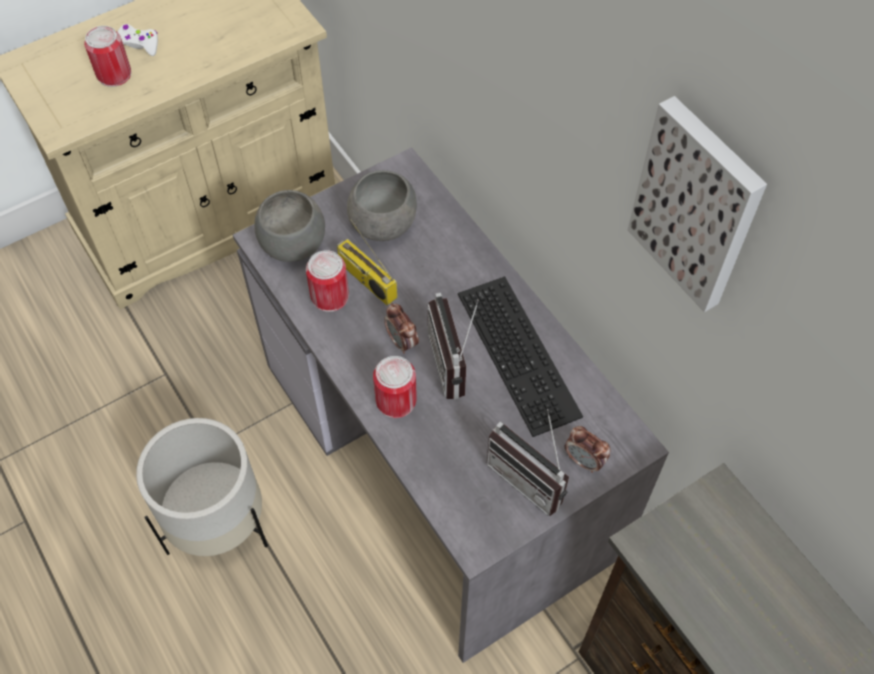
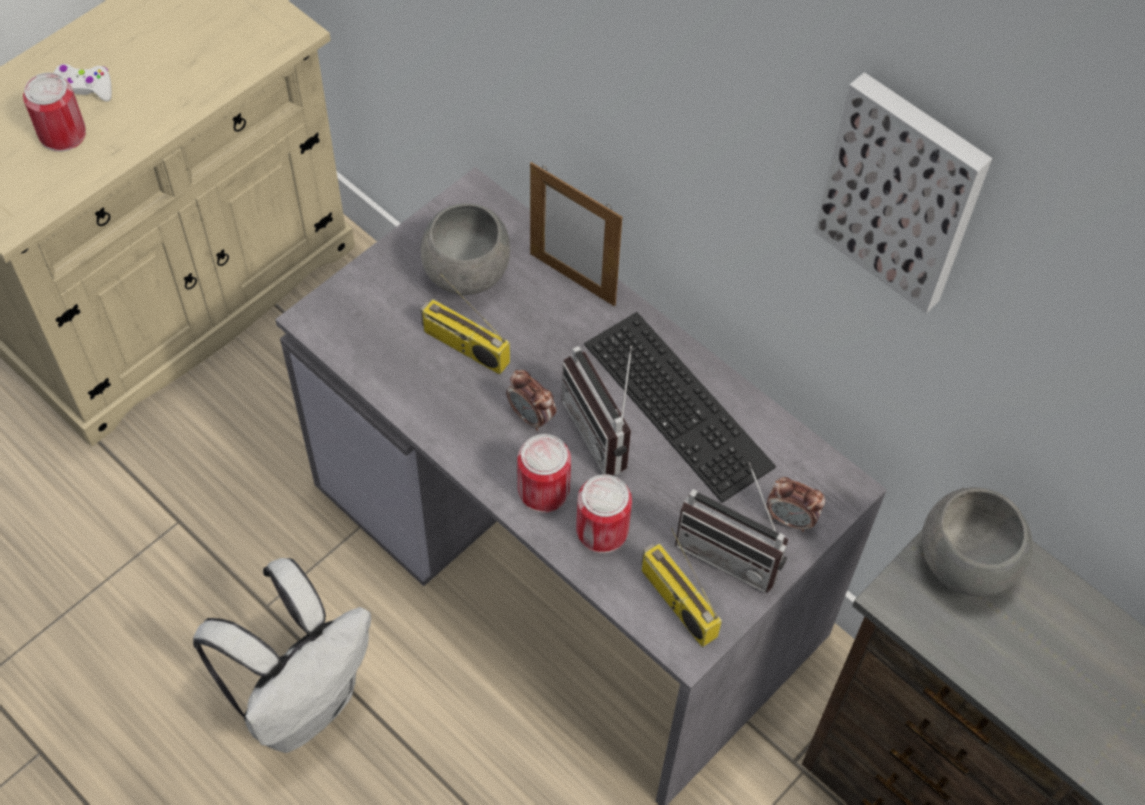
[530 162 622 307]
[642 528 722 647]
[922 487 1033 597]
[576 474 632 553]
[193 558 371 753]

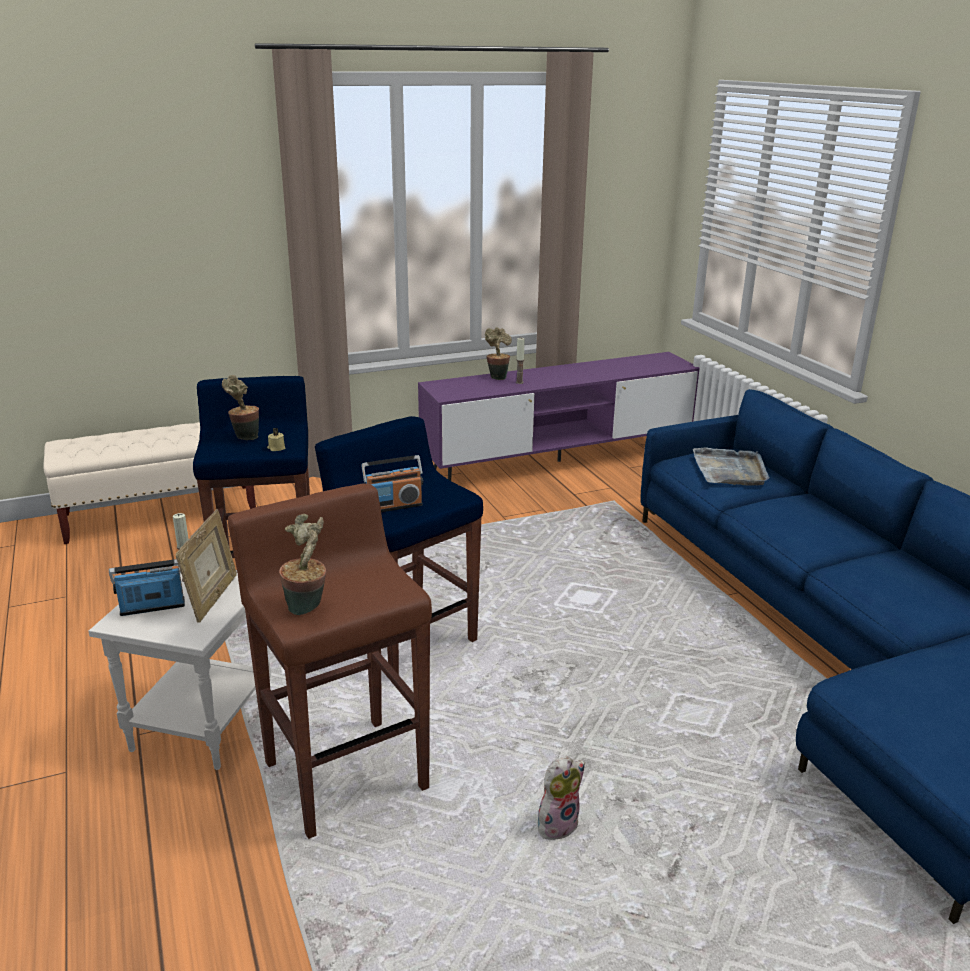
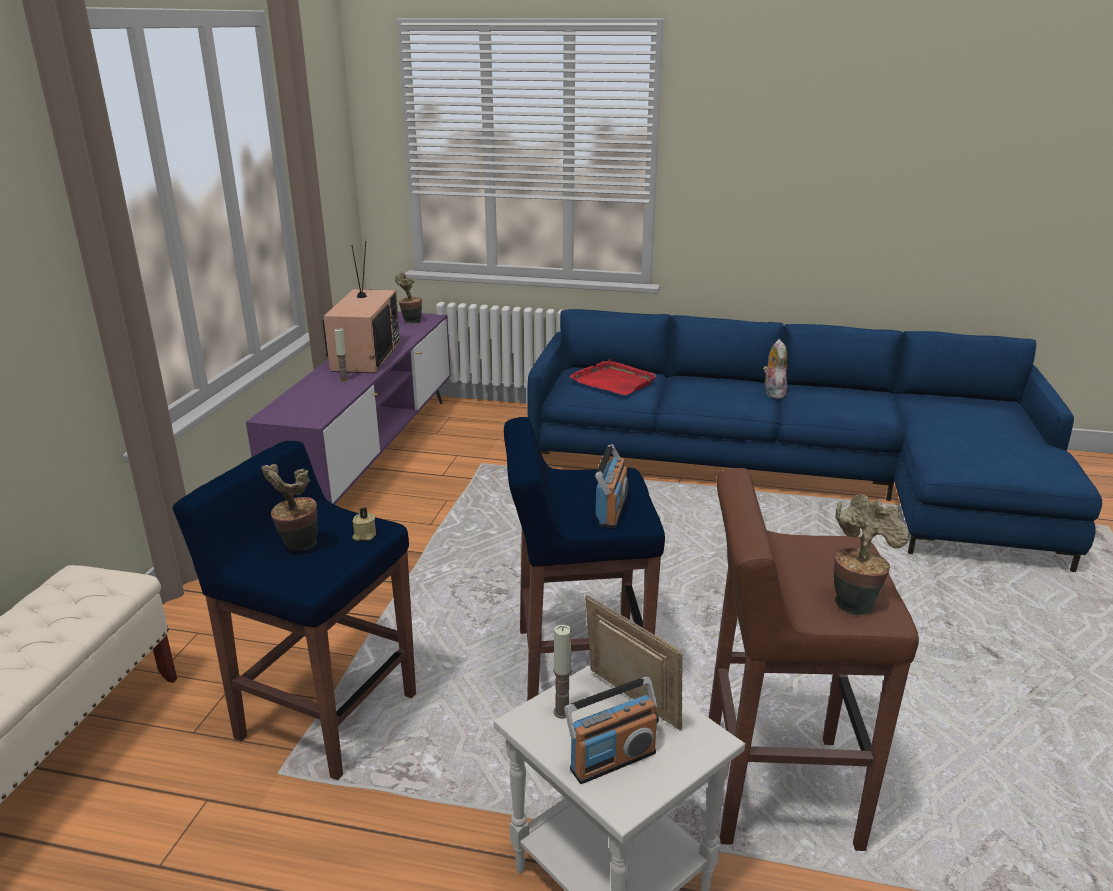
[322 241 400 373]
[395 272 422 324]
[763 339 787 399]
[570 359 657 395]
[564 677 659 784]

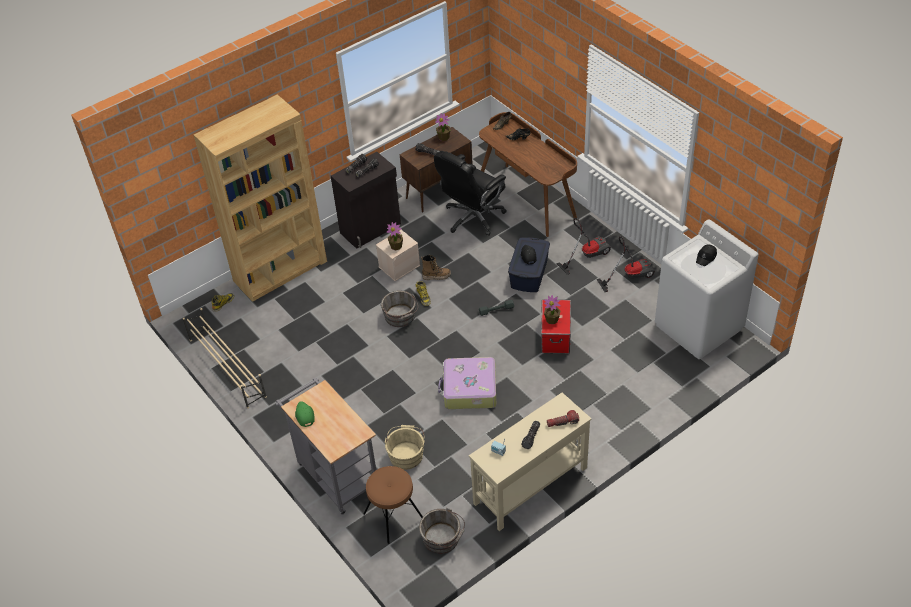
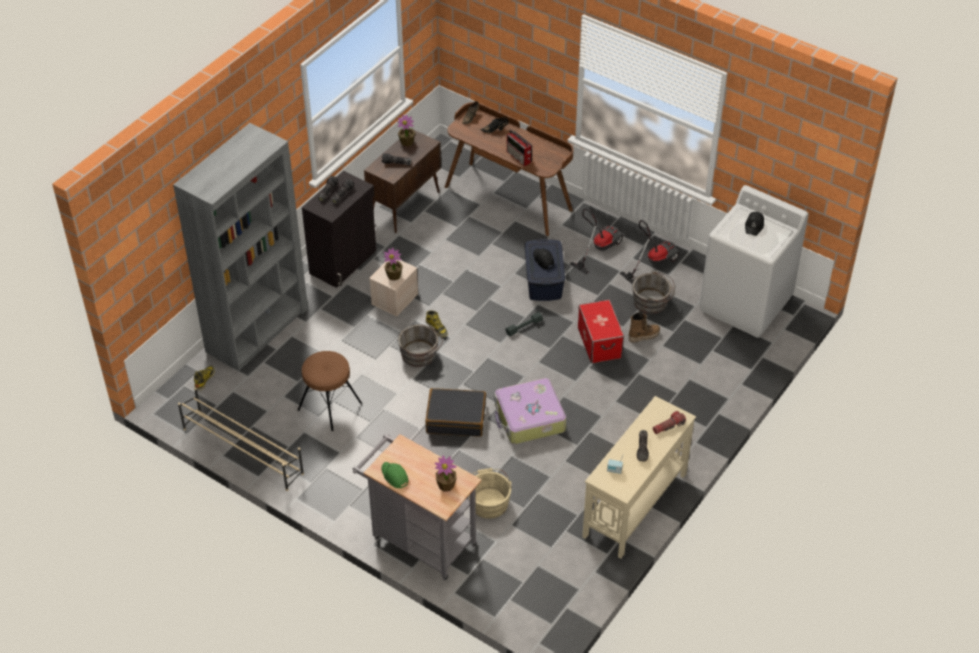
[434 151 507 236] (first image)
[425 388 486 436]
[507 130 532 166]
[298 351 362 431]
[632 271 676 314]
[628 312 660 343]
[434 455 457 492]
[173 123 308 371]

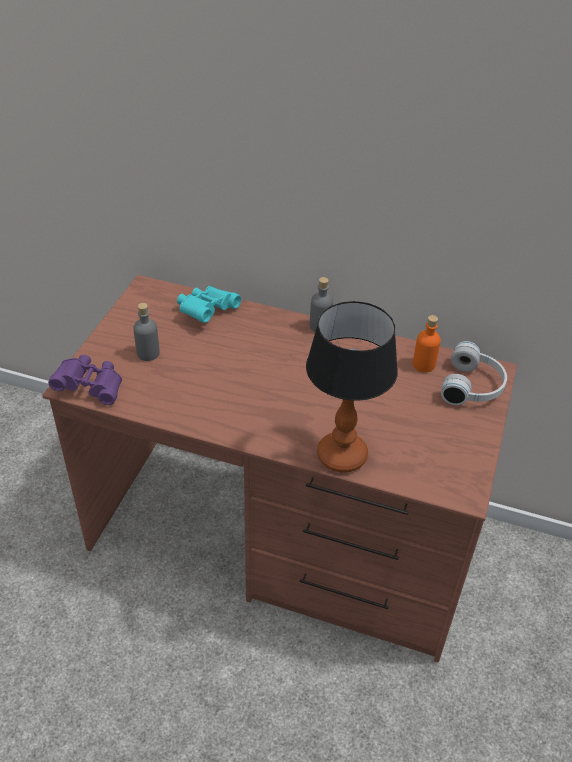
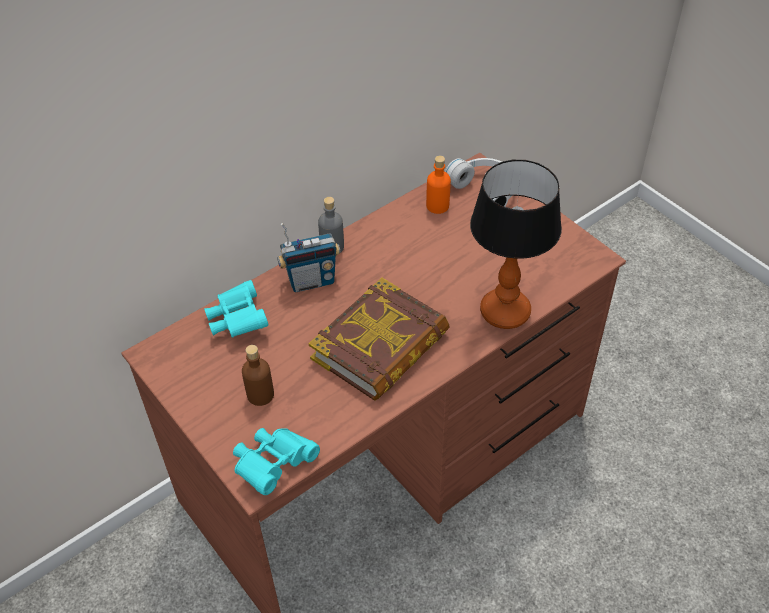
[277 223 340 292]
[308 278 450 401]
[233 428 320 495]
[242 345 274 406]

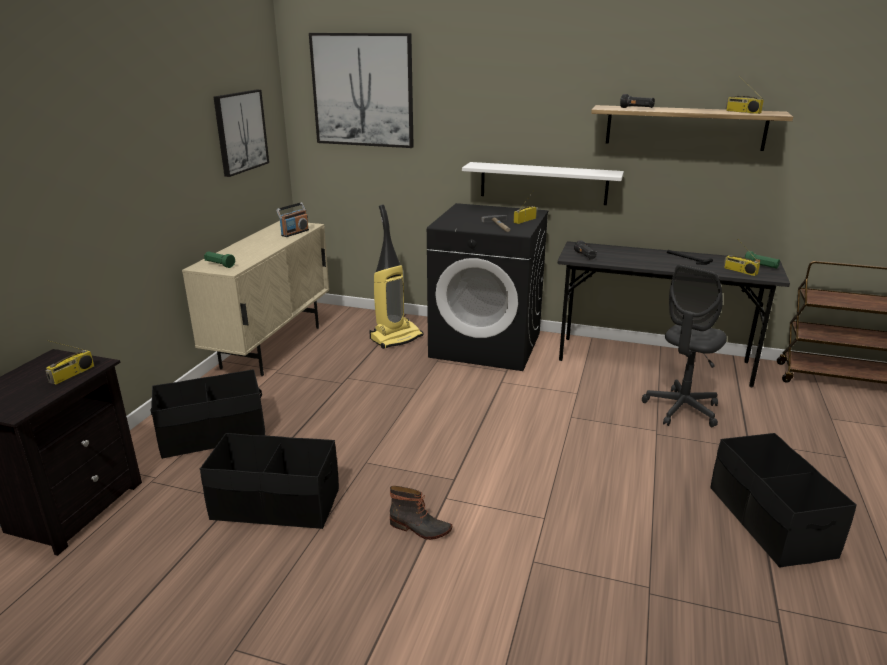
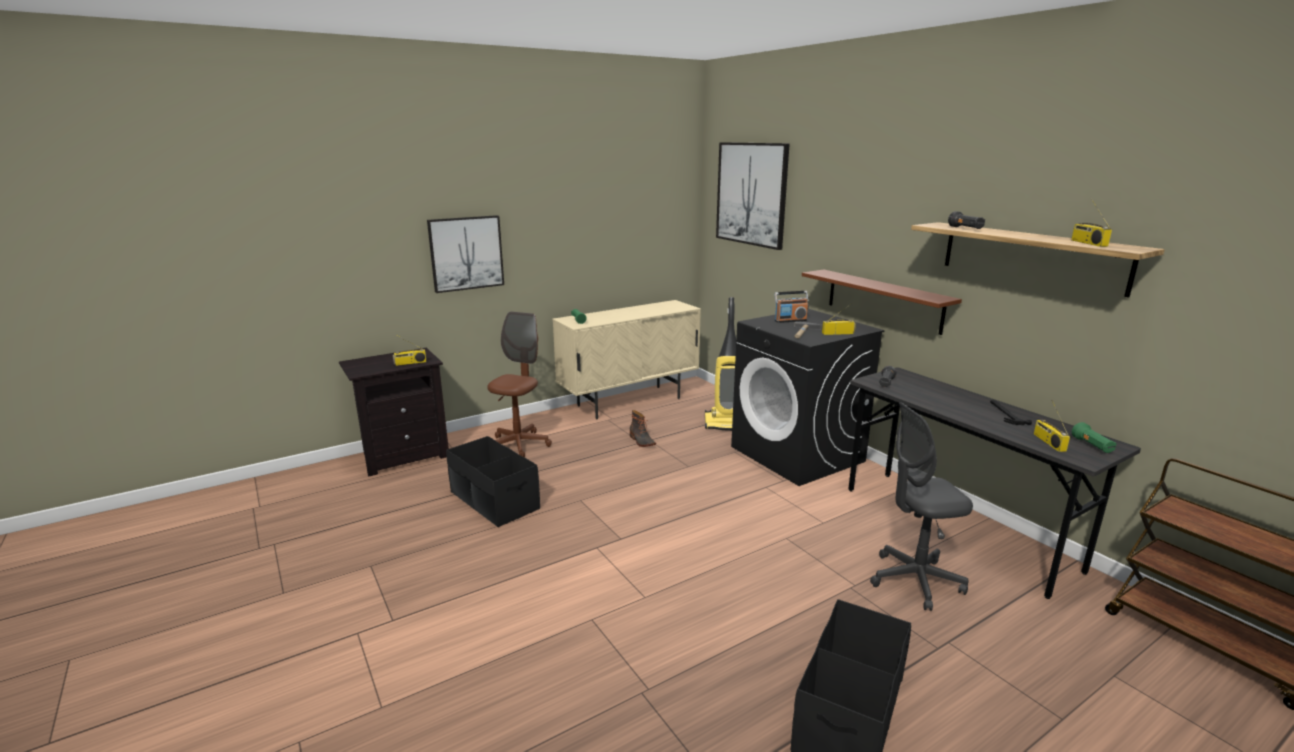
[427 215 504 293]
[774 291 809 323]
[630 410 656 447]
[487 312 552 457]
[802 269 962 335]

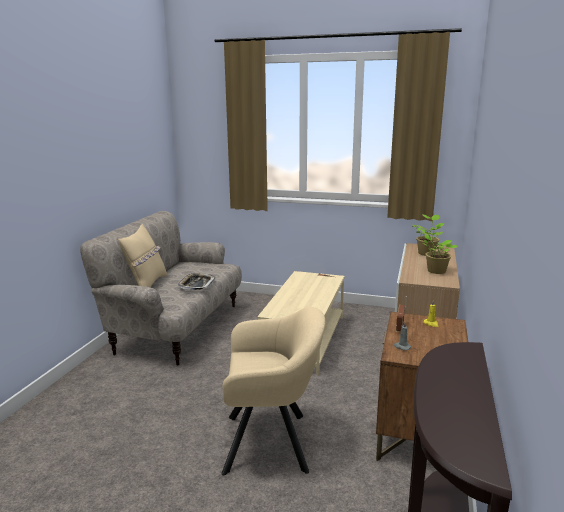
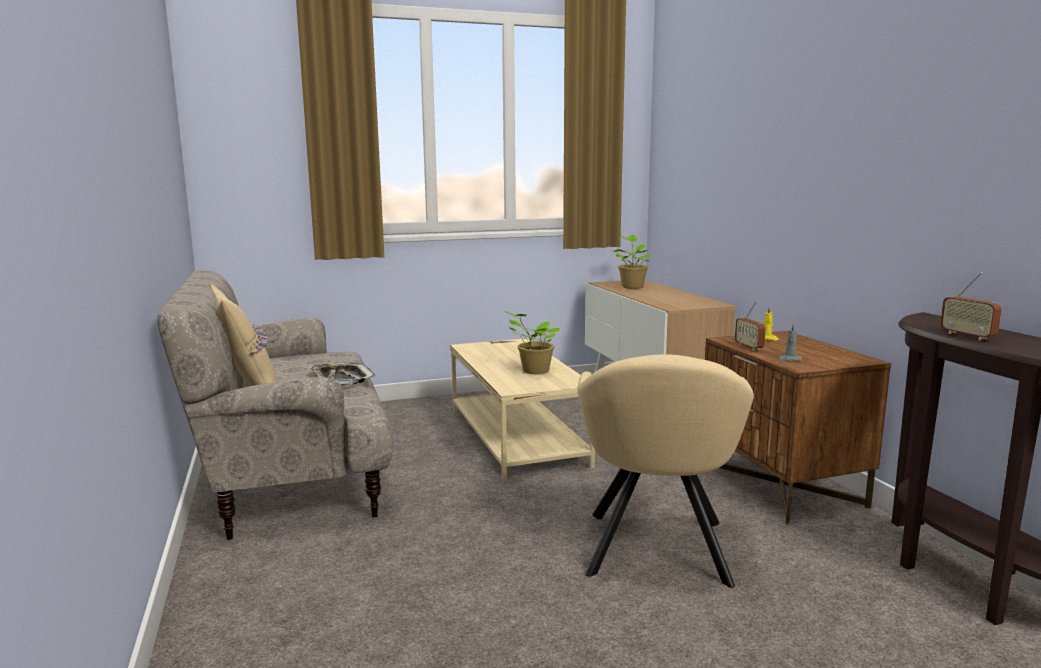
[940 272 1002 340]
[505 311 560 374]
[577 354 754 588]

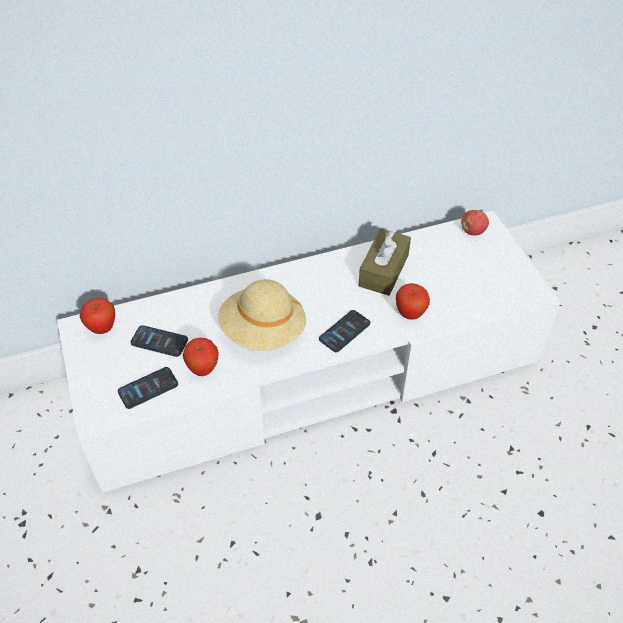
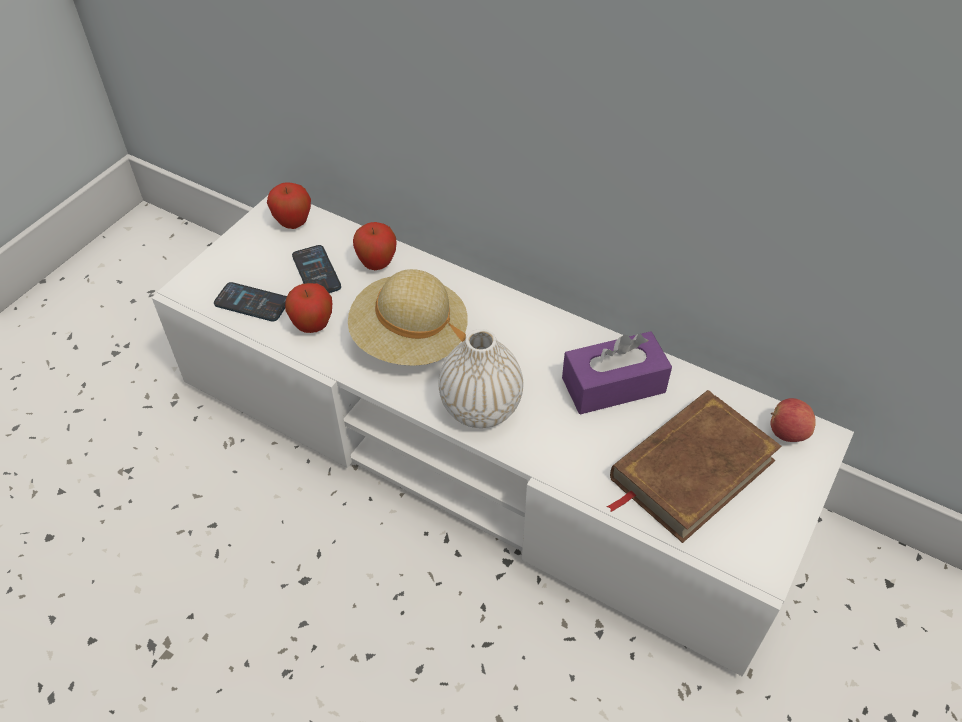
[607 390 782 543]
[353 222 397 270]
[438 329 524 428]
[562 331 672 414]

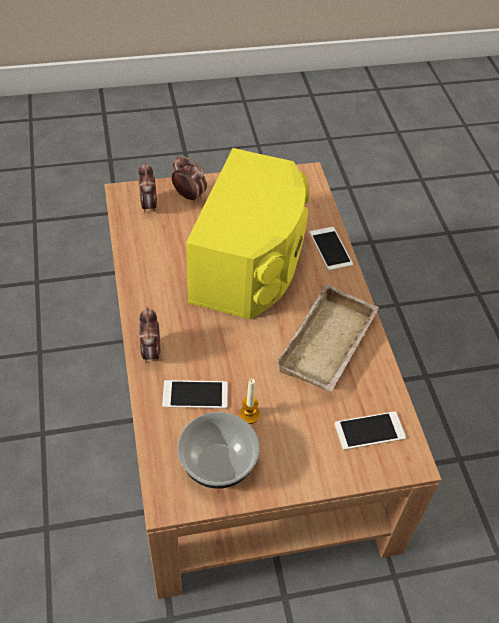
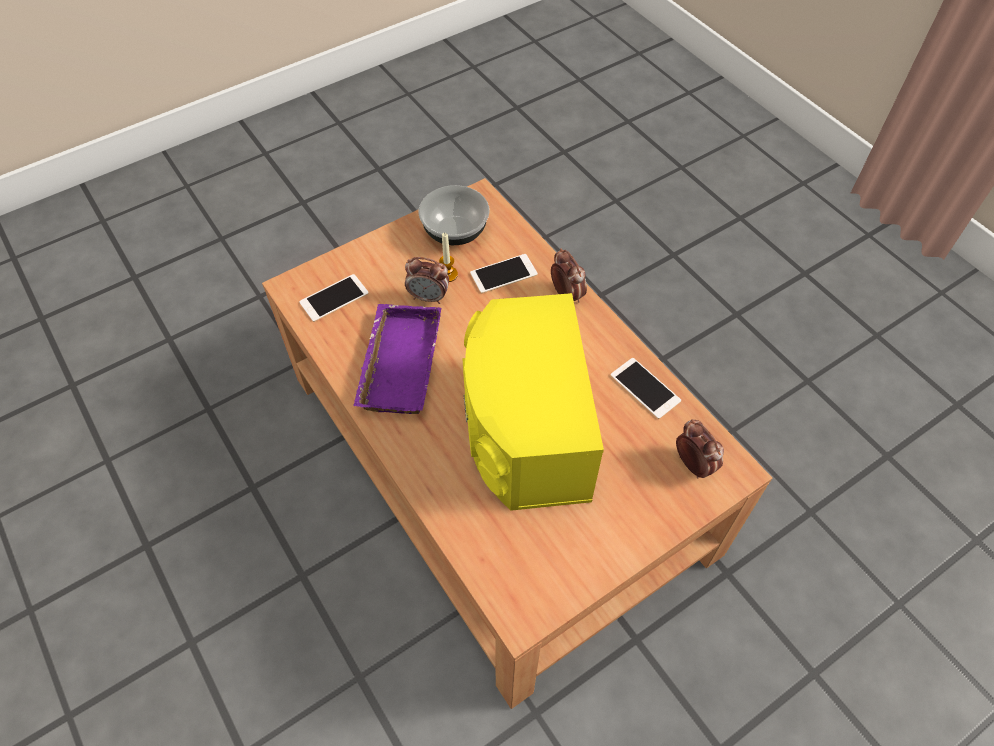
[405 257 449 304]
[610 358 681 419]
[353 304 442 414]

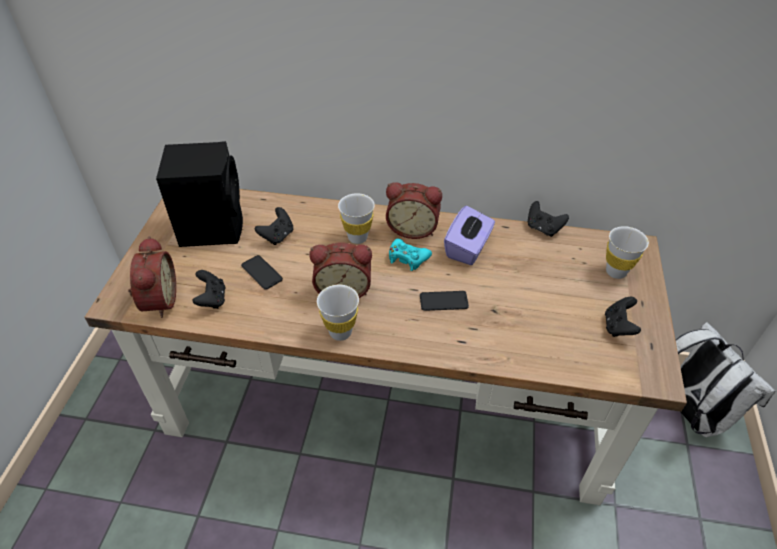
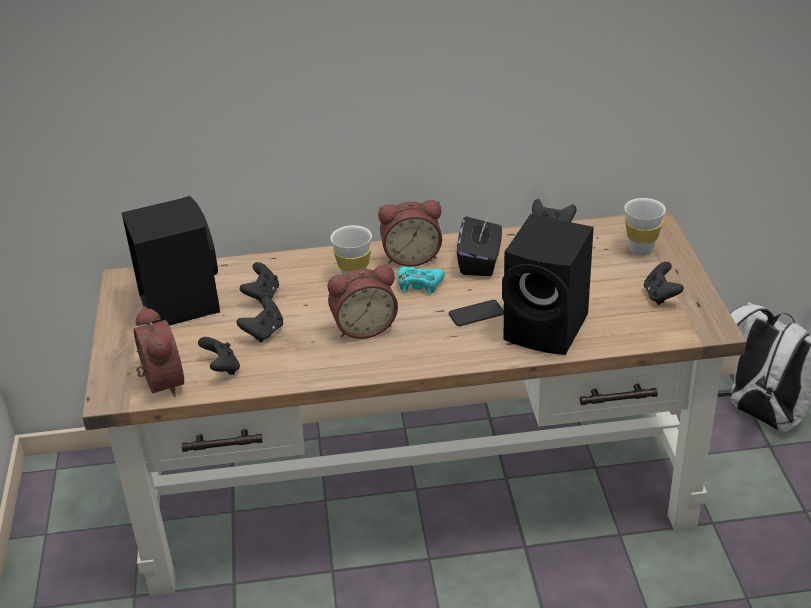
[317 285 359 341] (first image)
[502 214 594 355]
[236 297 283 342]
[457 217 502 276]

